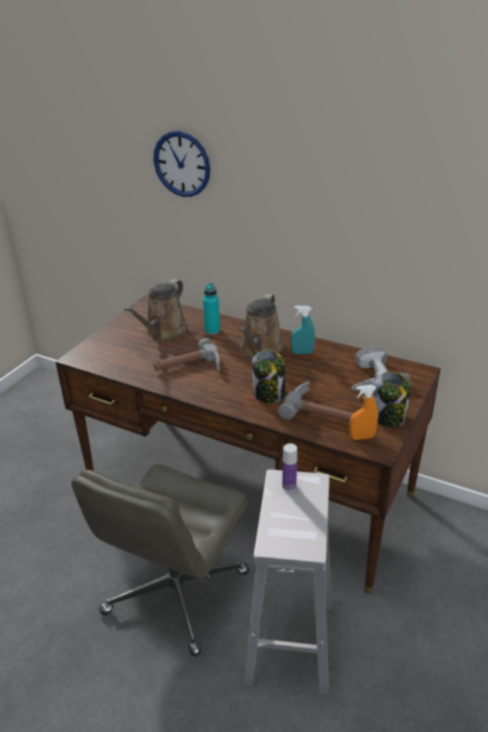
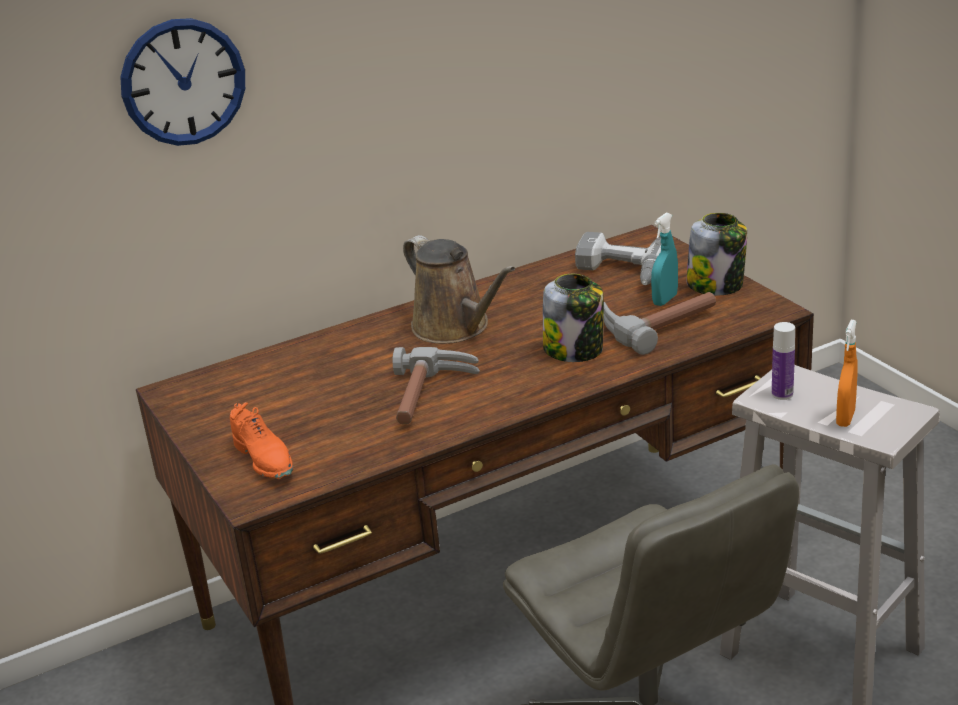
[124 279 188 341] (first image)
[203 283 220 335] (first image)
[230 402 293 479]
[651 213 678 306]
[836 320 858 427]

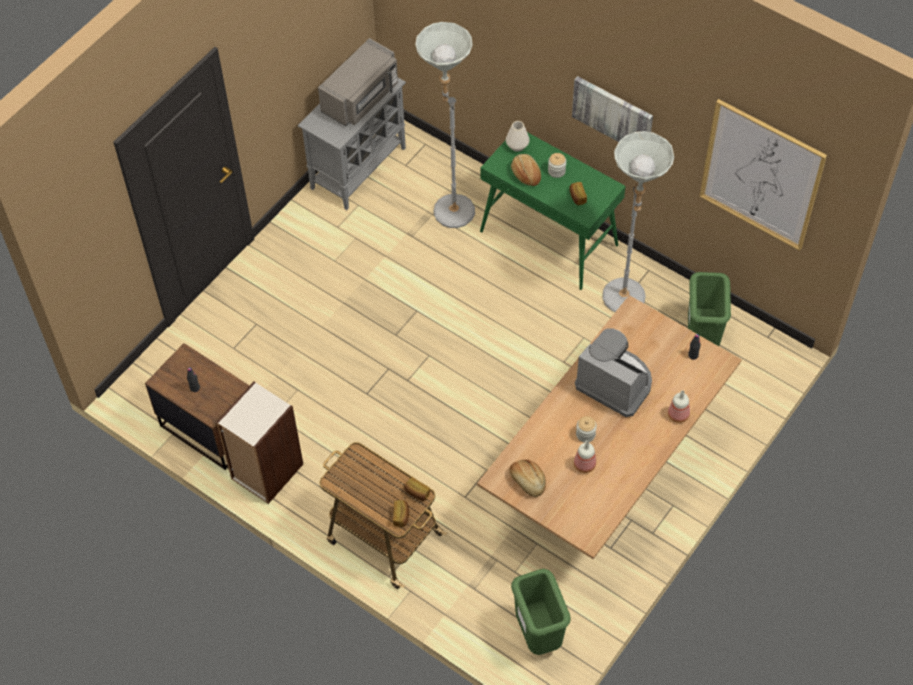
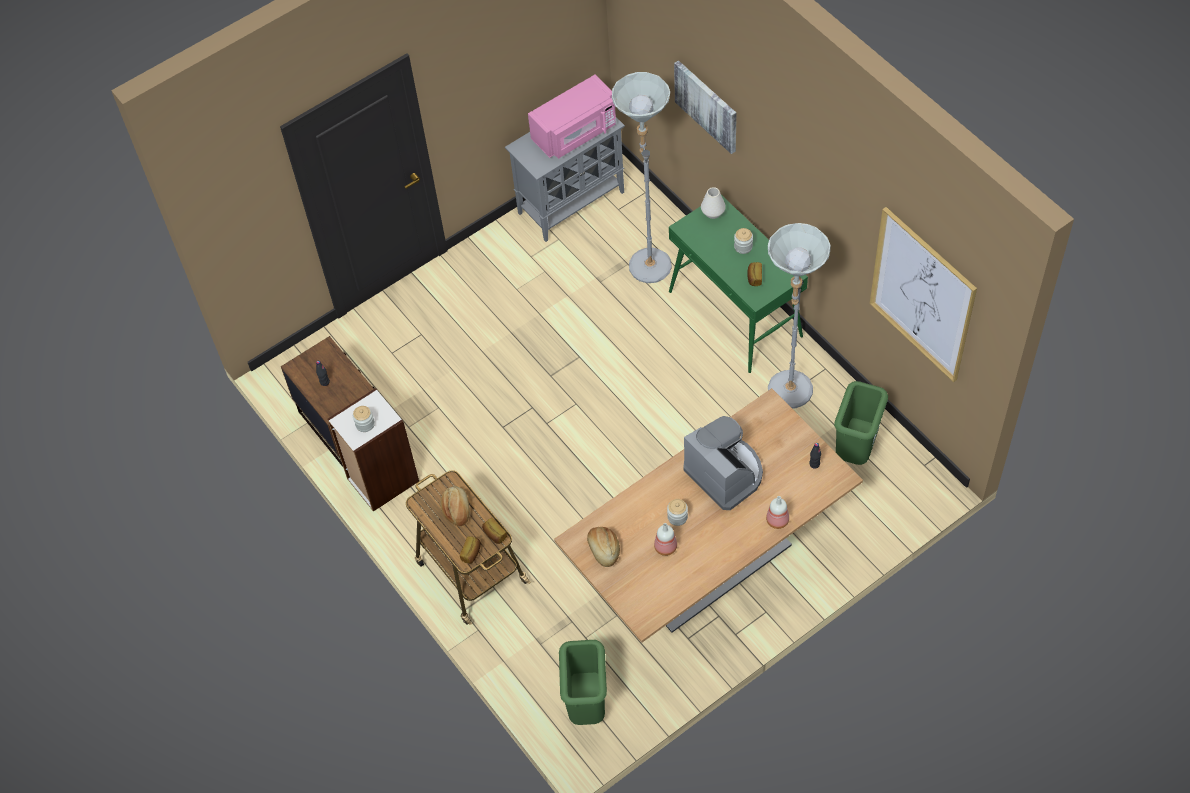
[353 406 375 432]
[440 486 470 526]
[674 60 737 154]
[528 75 616 159]

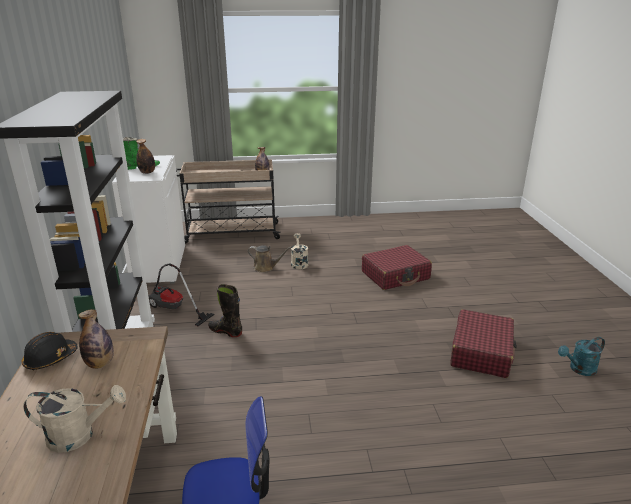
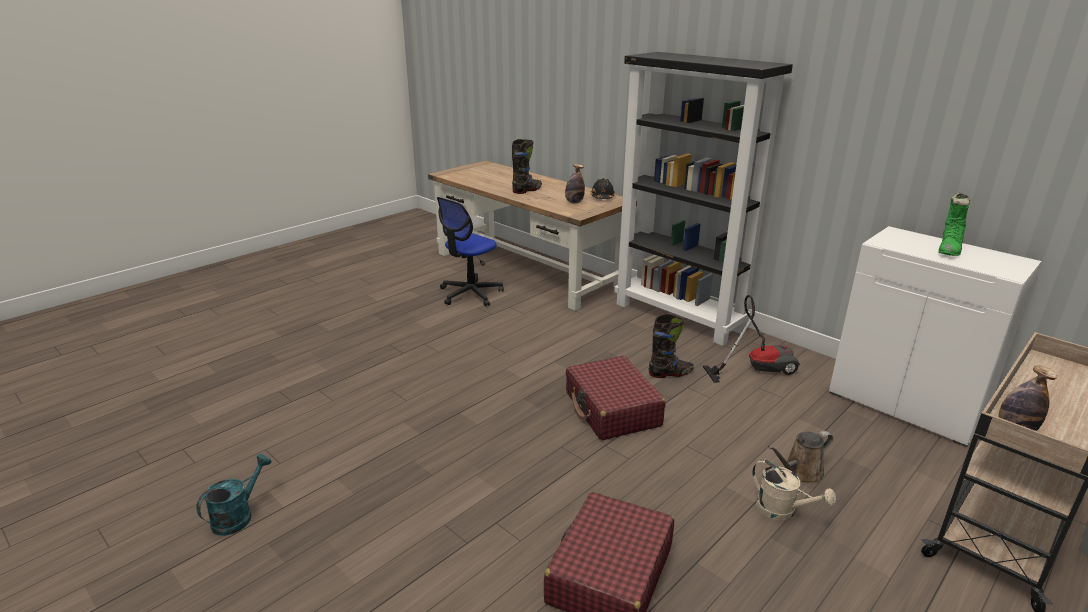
[136 139 155 174] (first image)
[566 356 666 440]
[512 139 542 194]

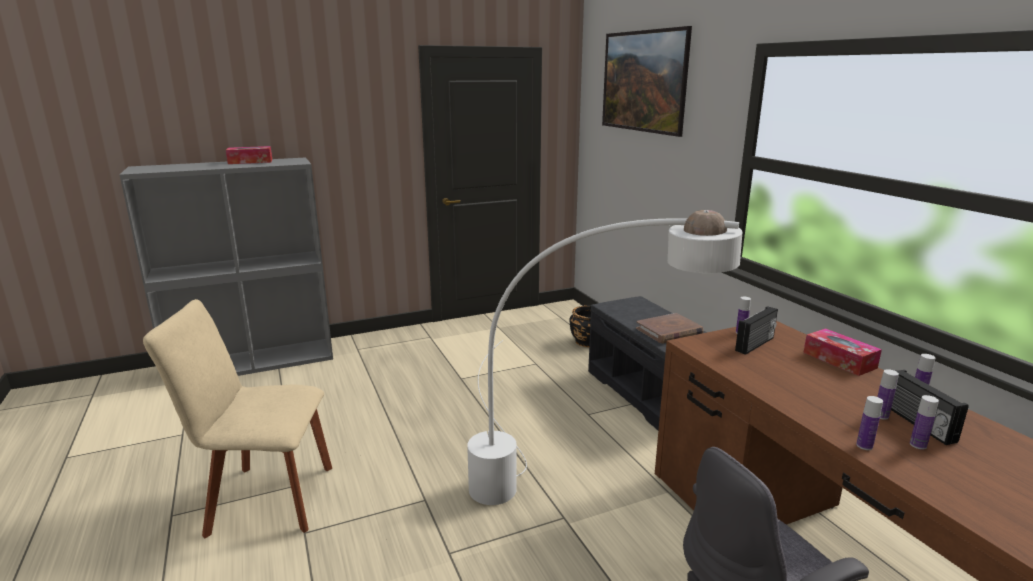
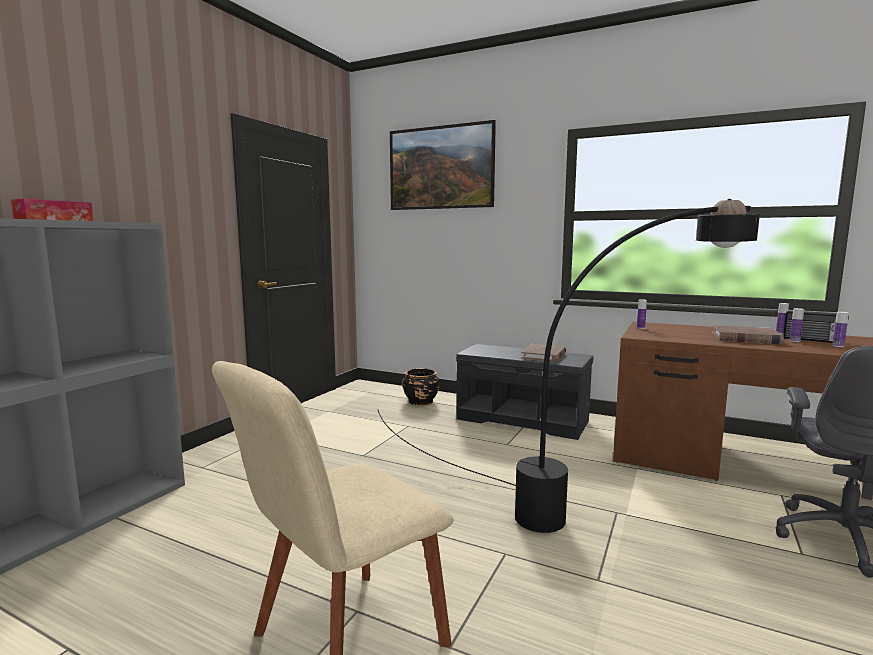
[735 306 778 355] (first image)
[803 328 882 376] (first image)
[856 396 883 450] (first image)
[712 325 784 344]
[377 199 760 533]

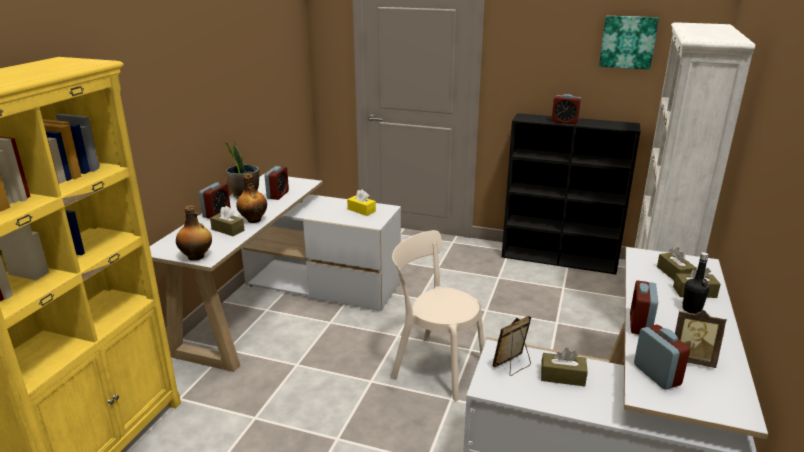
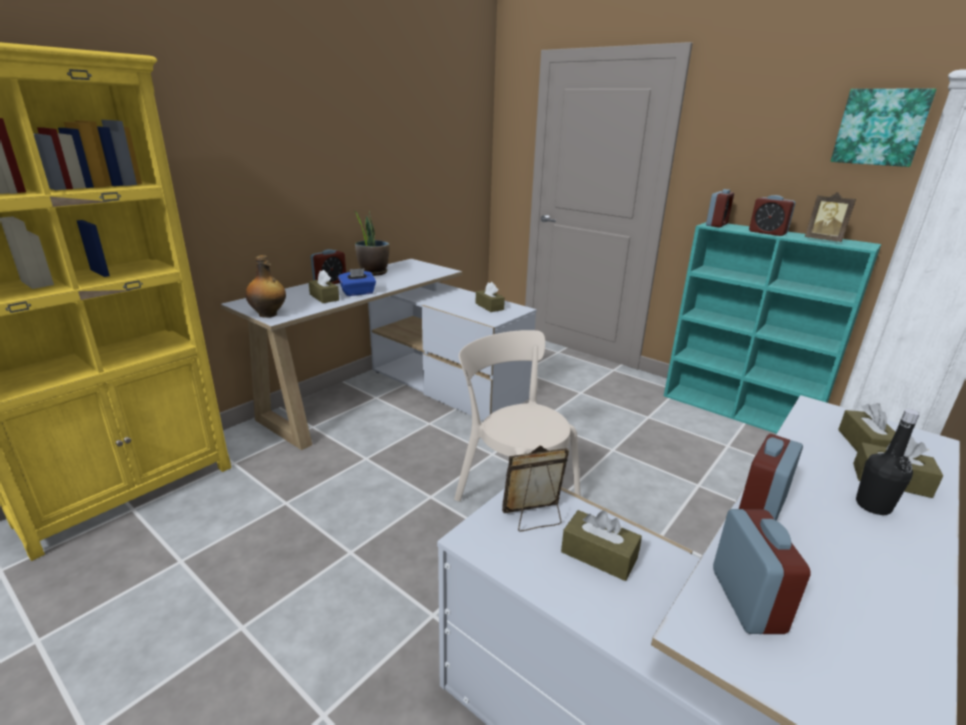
[706 189 734 227]
[805 192 856 242]
[338 268 376 296]
[476 282 505 312]
[664 222 881 434]

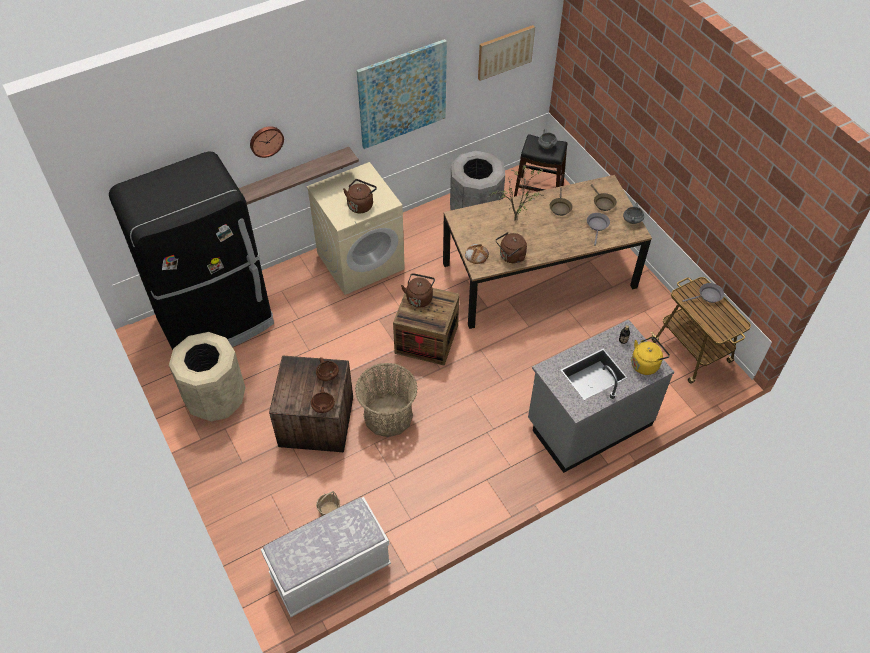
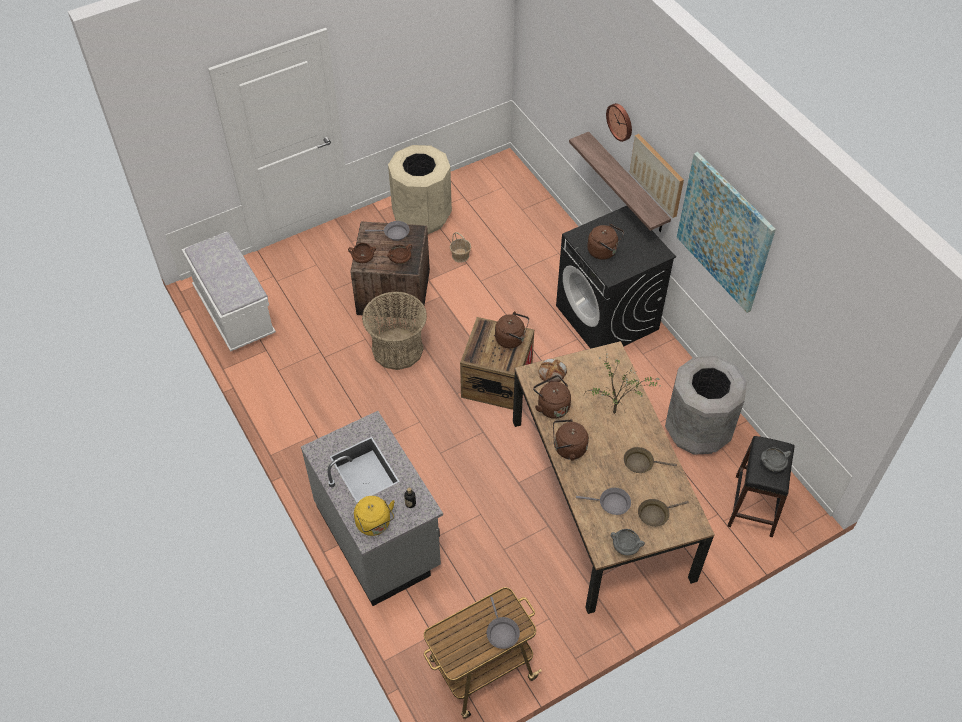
[109 151 274 350] (first image)
[365 221 409 241]
[553 419 589 461]
[450 232 471 263]
[630 134 684 218]
[556 206 676 349]

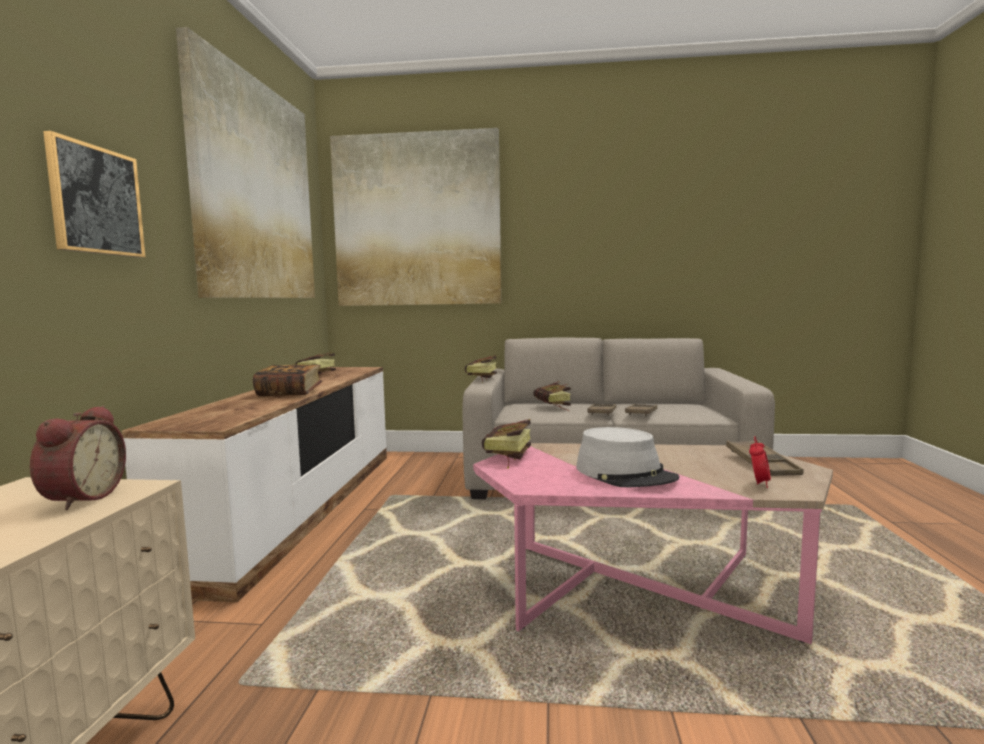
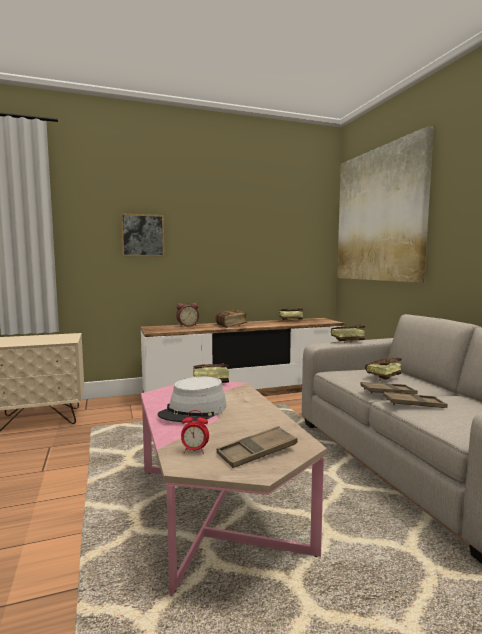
[176 27 315 298] (first image)
[176 303 199 326]

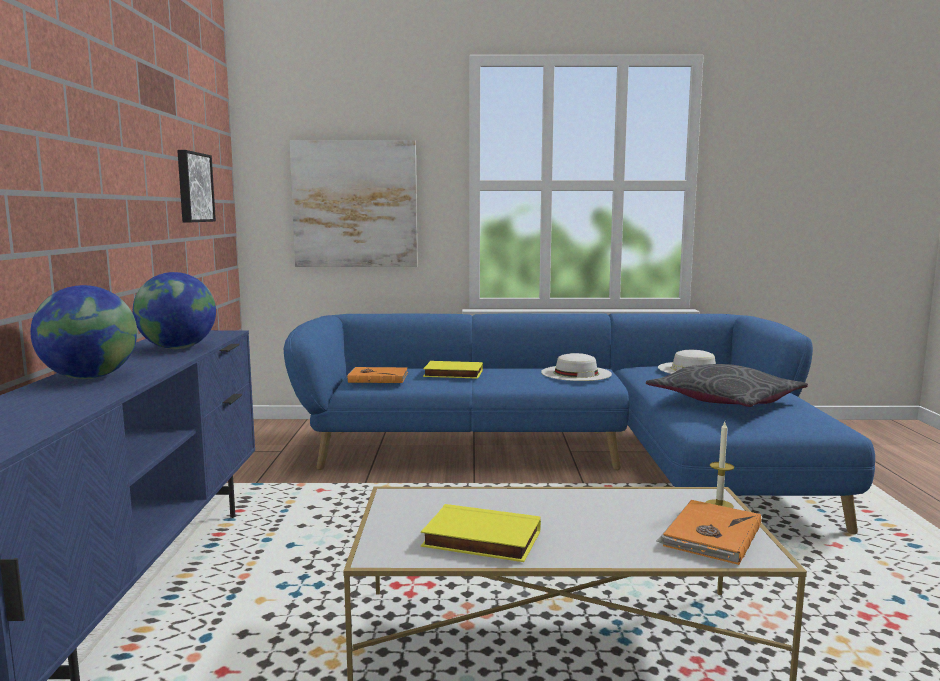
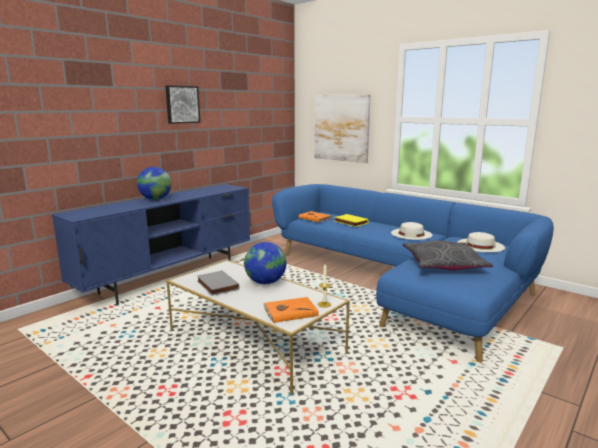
[244 242 287 284]
[165 85 200 124]
[197 270 239 296]

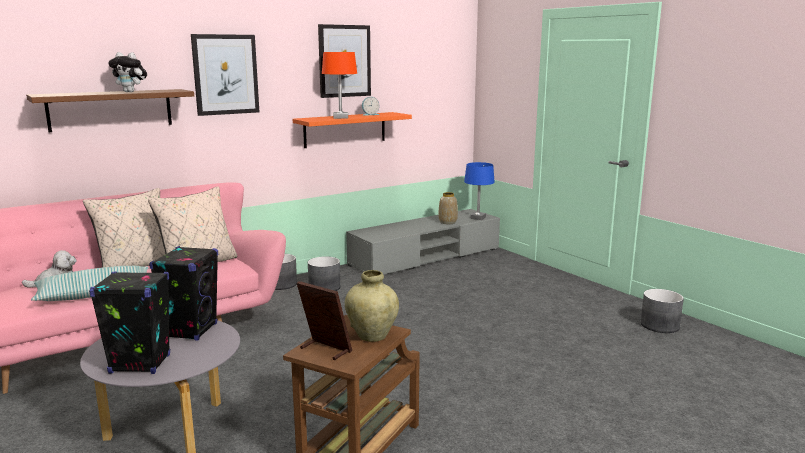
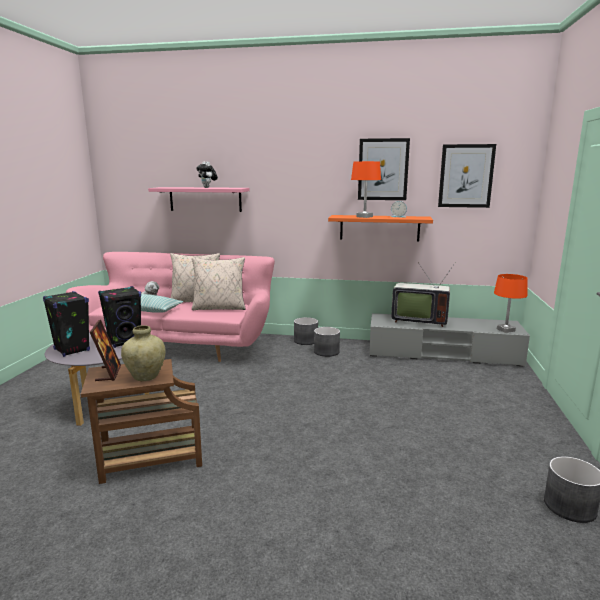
[439 192 458 224] (first image)
[391 262 456 327]
[438 144 496 208]
[148 187 250 212]
[494 274 528 333]

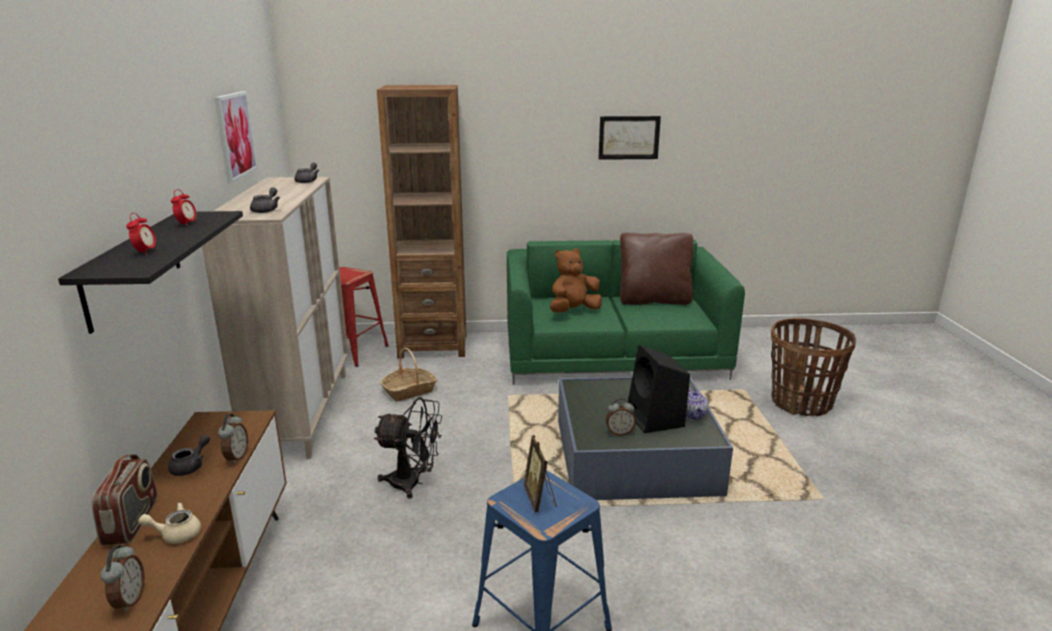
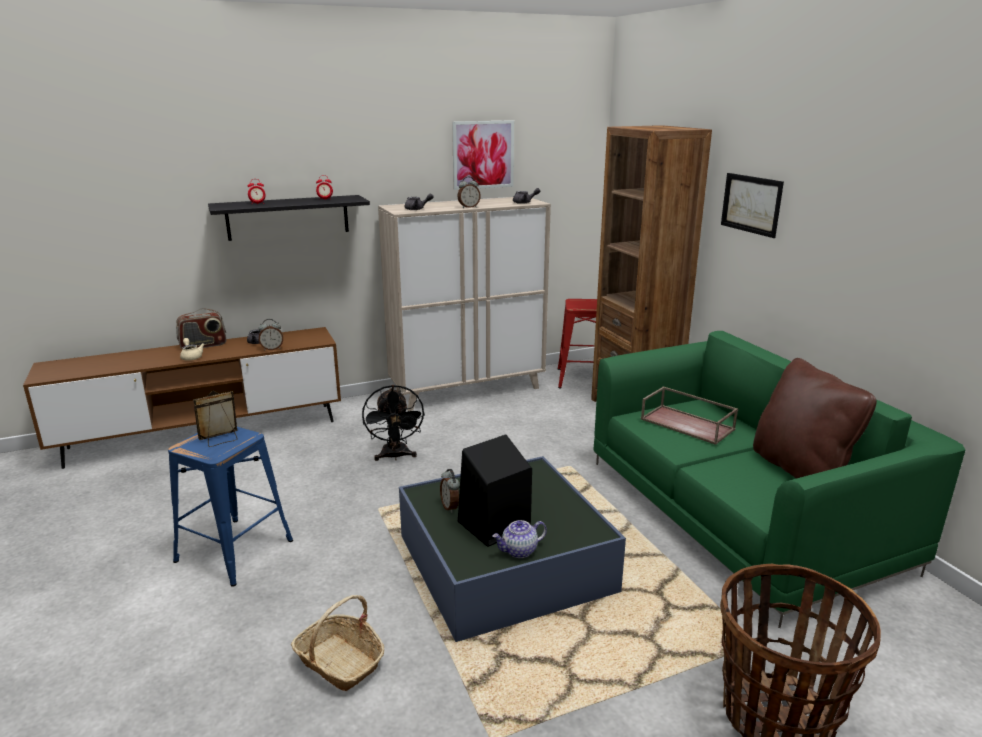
[457 177 481 208]
[291 595 384 691]
[721 173 784 238]
[641 386 738 445]

